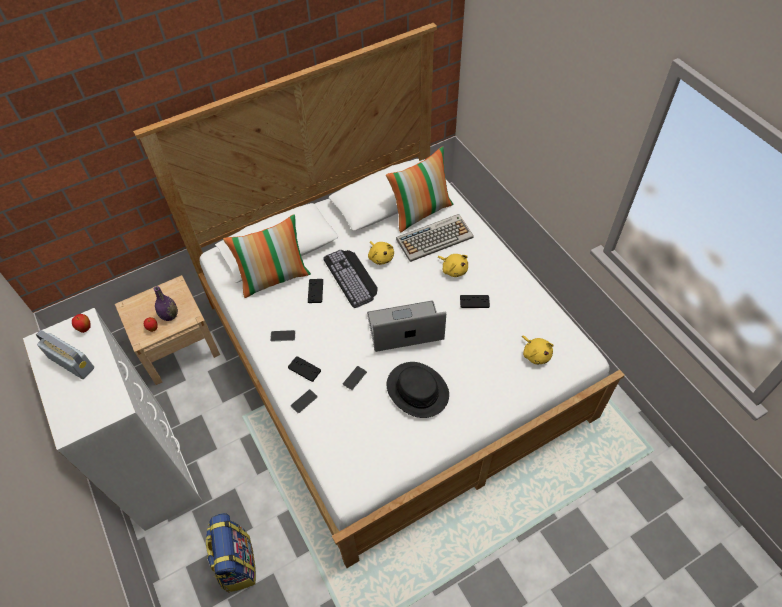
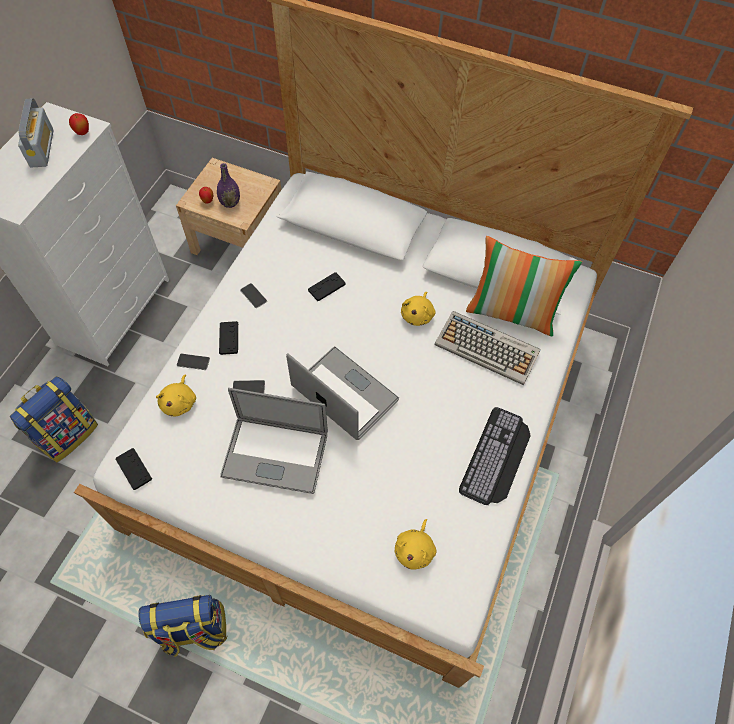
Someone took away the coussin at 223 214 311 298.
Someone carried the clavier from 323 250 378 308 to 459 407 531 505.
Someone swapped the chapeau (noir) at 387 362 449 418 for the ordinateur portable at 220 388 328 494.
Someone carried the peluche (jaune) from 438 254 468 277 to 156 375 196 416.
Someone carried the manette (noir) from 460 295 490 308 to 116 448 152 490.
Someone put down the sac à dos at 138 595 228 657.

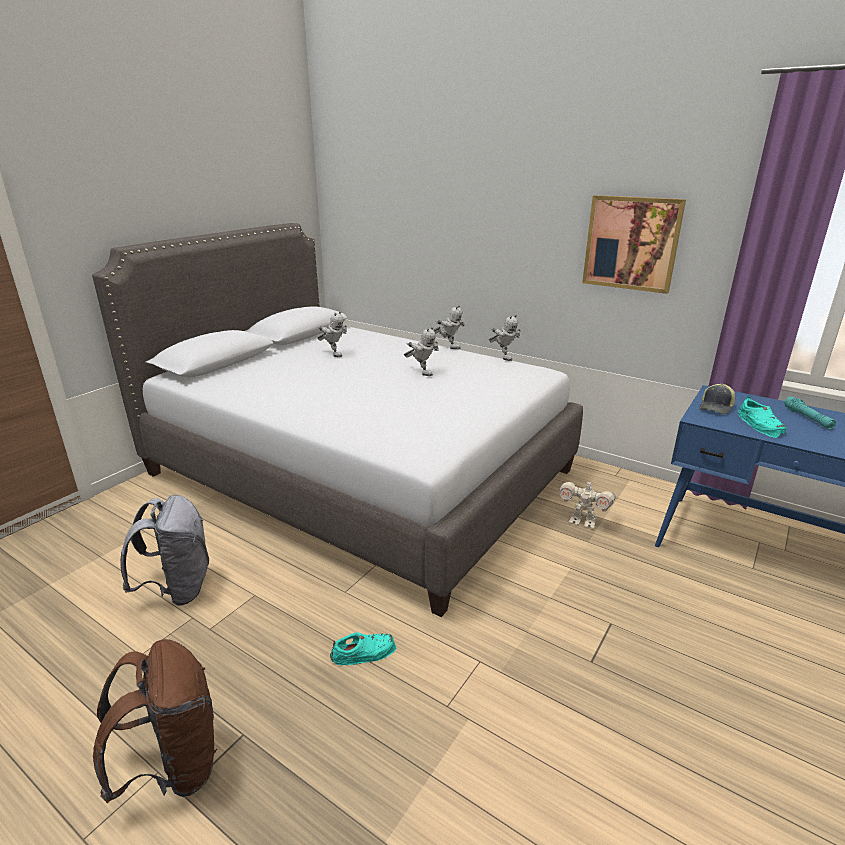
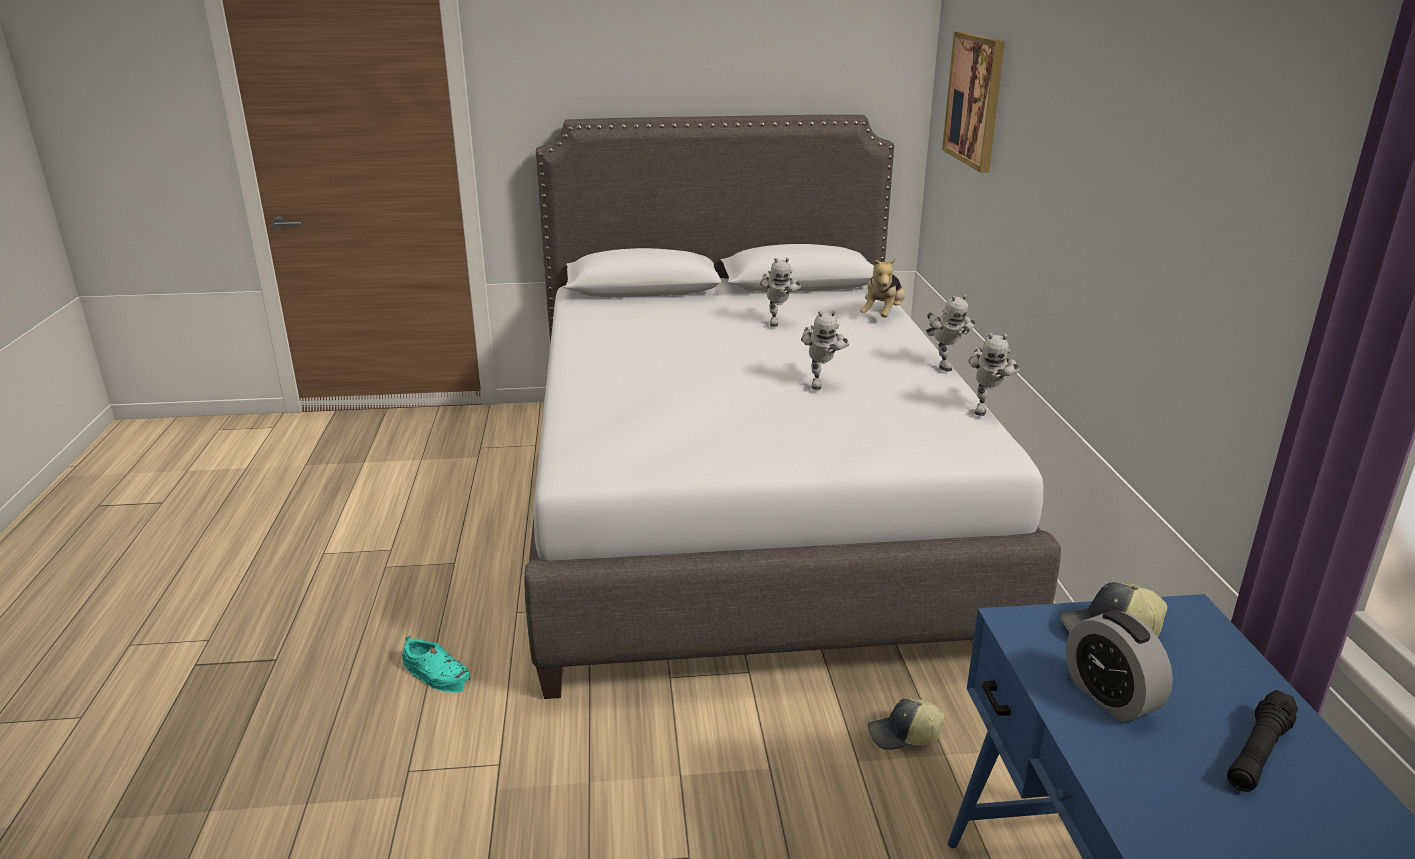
Someone took away the sac à dos (marron) at 93 639 217 803.
Someone took away the sac à dos (gris) at 120 495 209 606.
Someone swapped the robot jouet at 559 481 616 528 for the casquette at 868 698 945 750.
Someone carried the tableau from 582 195 686 294 to 942 31 1005 173.
Someone swapped the chaussure (turquoise) at 738 396 786 438 for the réveil at 1066 610 1173 722.
Someone repainted the lampe de poche (turquoise) at 784 397 836 429, which became the lampe de poche (noir) at 1227 690 1298 792.
Someone put down the peluche at 860 257 905 317.

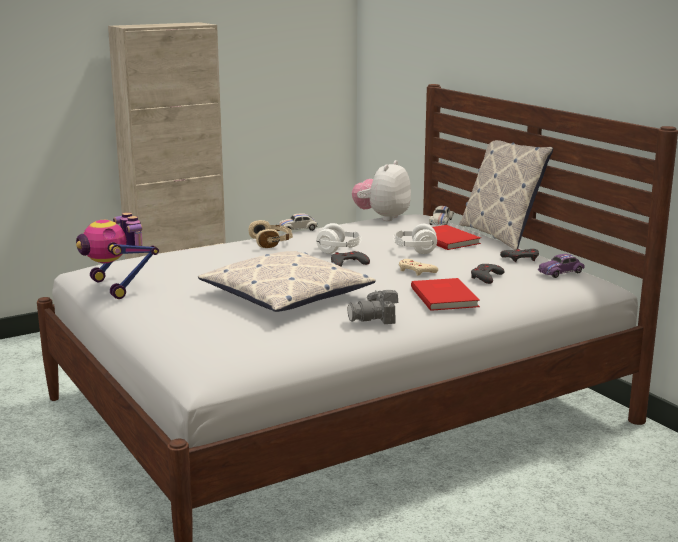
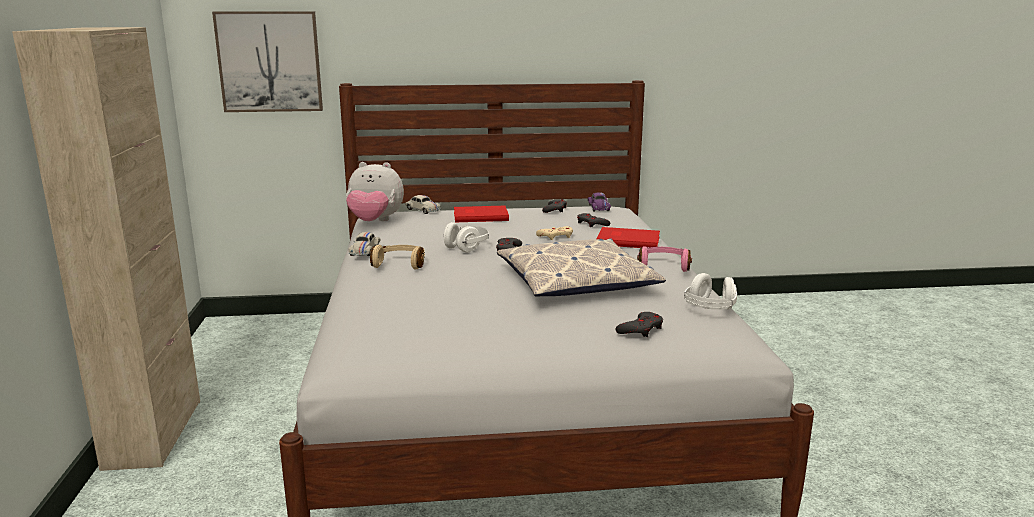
Someone took away the robot jouet at 76 212 159 299.
Someone swapped the appareil photo at 348 290 398 324 for the casque audio (rose) at 637 246 692 272.
Someone rotated the peluche at 352 160 411 221 by 45 degrees counterclockwise.
Someone carried the casque audio (blanc) from 393 224 437 254 to 684 273 737 310.
Someone took away the coussin at 459 140 553 250.
Someone put up the tableau at 212 11 323 112.
Someone put down the manette (gris) at 615 312 663 337.

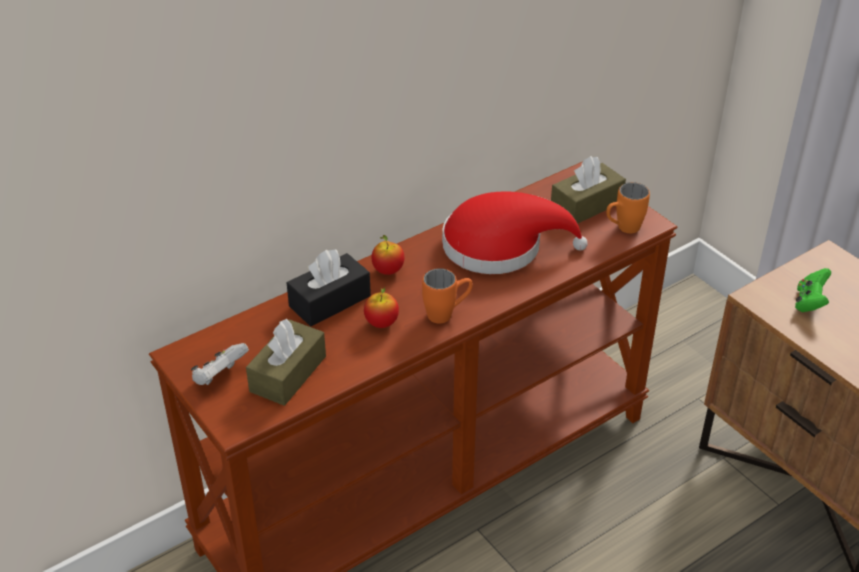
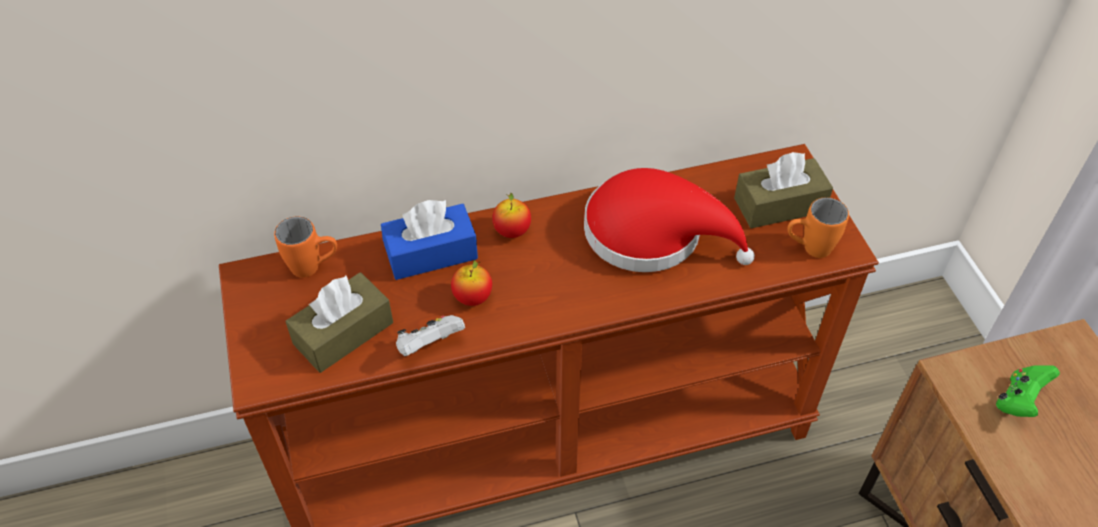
Someone carried the manette (blanc) from 191 343 249 385 to 396 315 465 356.
Someone repainted the boîte à mouchoirs (noir) at 287 250 371 326, which became the boîte à mouchoirs (bleu) at 381 200 478 280.
Someone carried the mug (orange) from 422 268 473 324 to 274 217 337 278.

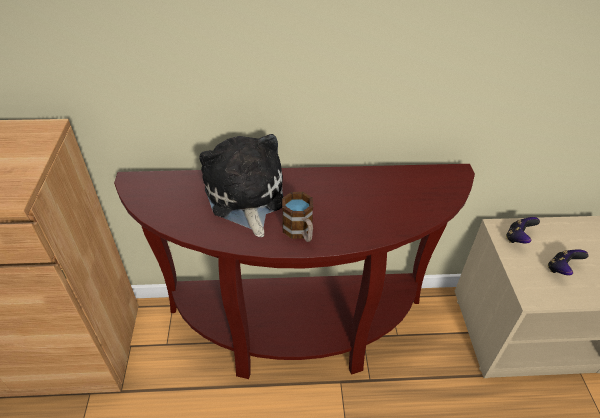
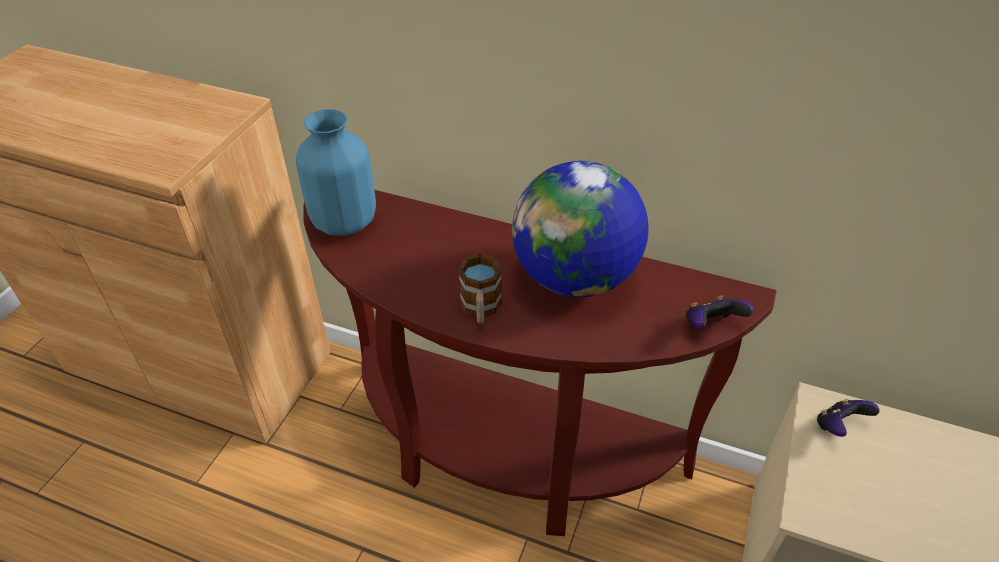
Someone took away the peluche at 199 134 283 237.
Someone carried the manette from 548 249 589 275 to 686 295 754 328.
Someone put down the vase (bleu) at 296 109 376 236.
Someone put down the globe at 512 161 649 297.

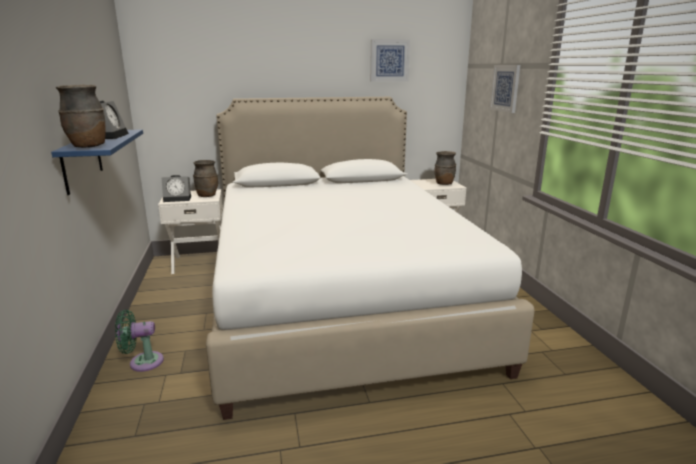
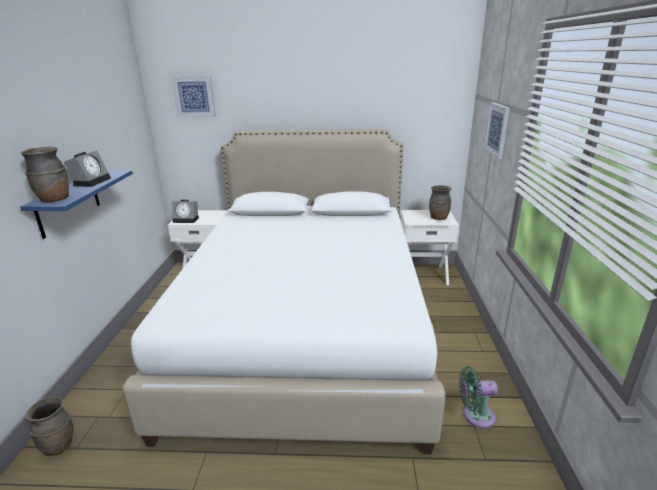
Someone carried the ventilateur (vert) from 115 310 164 372 to 459 366 498 428.
Someone carried the vase (marron) from 193 160 218 197 to 25 397 74 456.
Someone carried the tableau from 370 39 410 82 to 171 75 216 117.

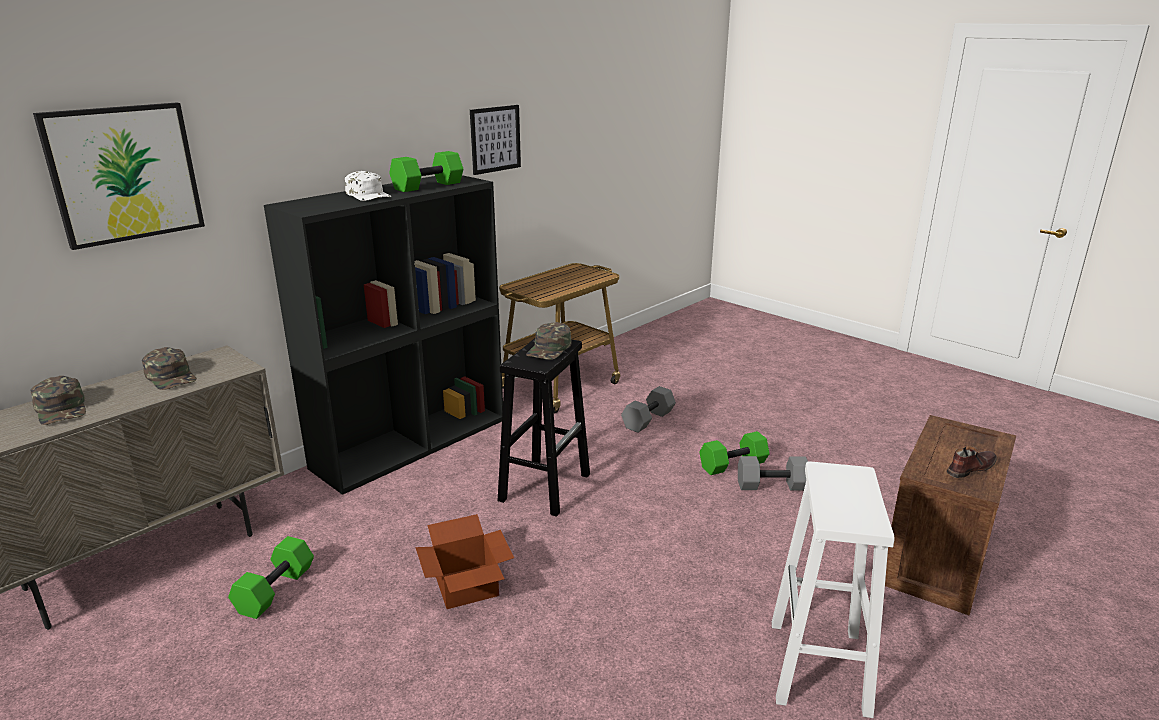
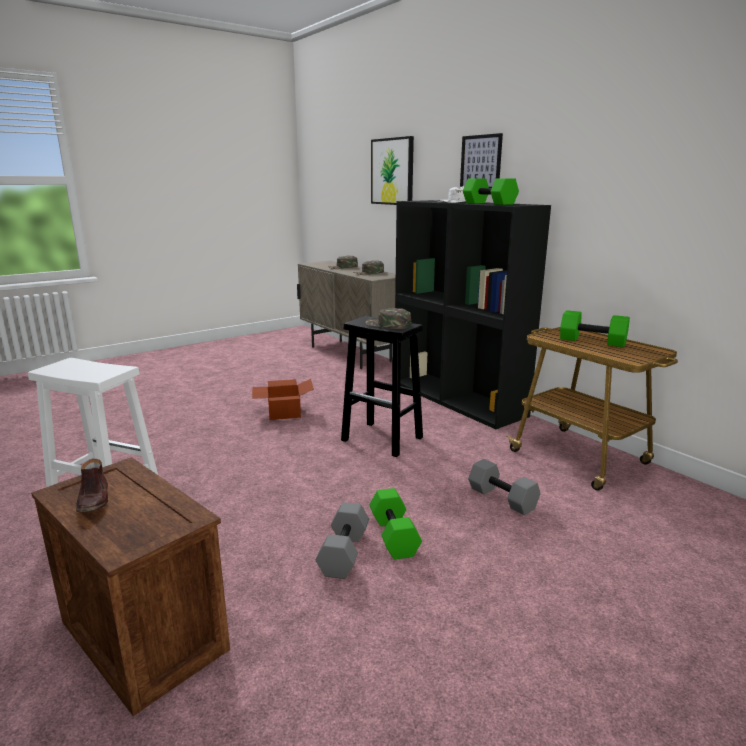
Someone carried the haltère (vert) from 228 536 314 619 to 560 310 630 347.
Someone carried the tableau from 470 105 521 175 to 460 133 503 188.

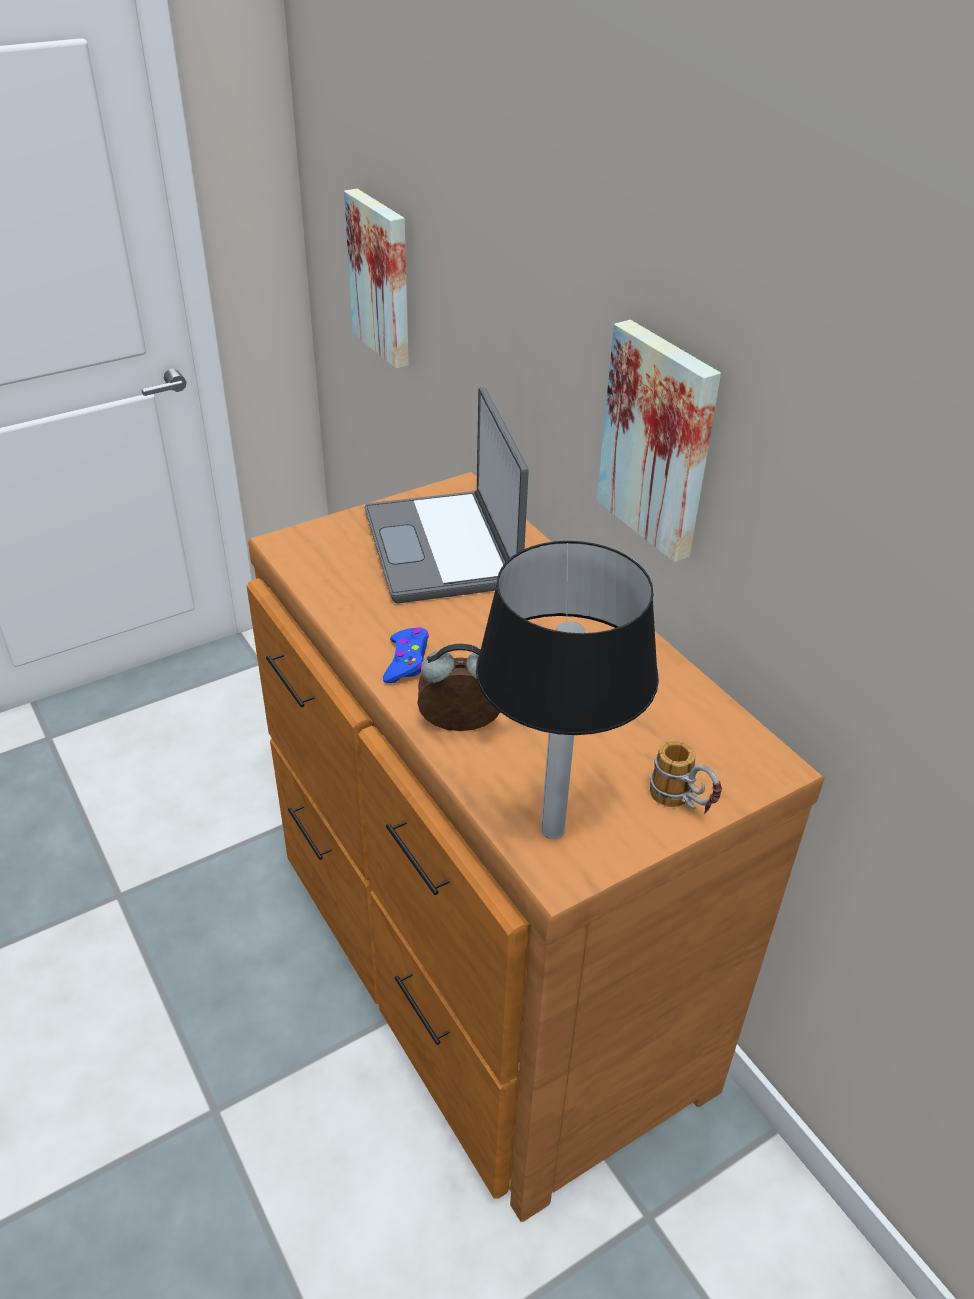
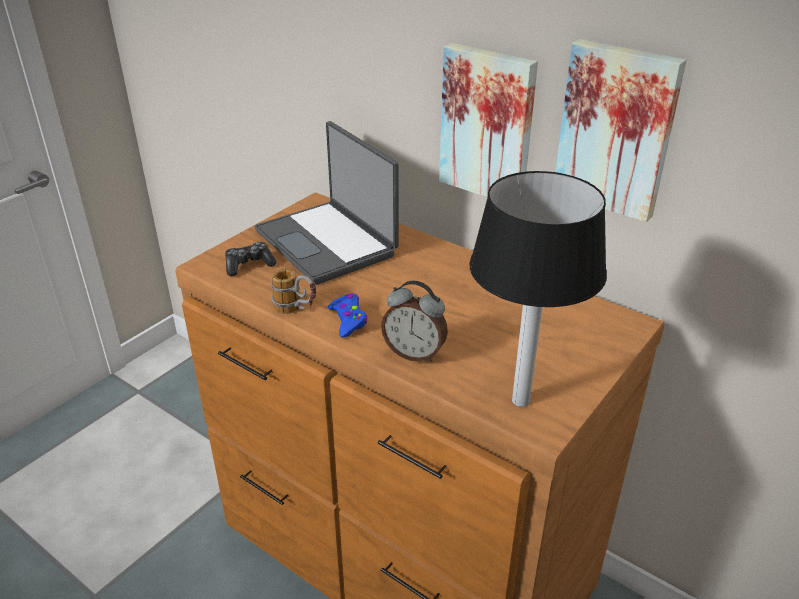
Someone carried the tableau from 344 189 409 369 to 555 39 687 222.
Someone rotated the réveil at 417 643 501 731 by 135 degrees counterclockwise.
Someone carried the mug from 650 740 722 814 to 271 269 316 314.
Someone put down the manette at 225 242 276 276.

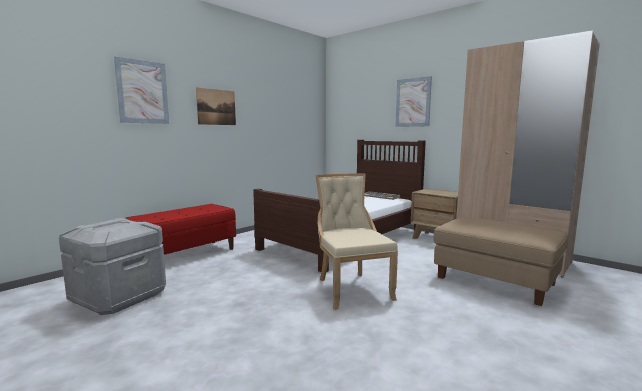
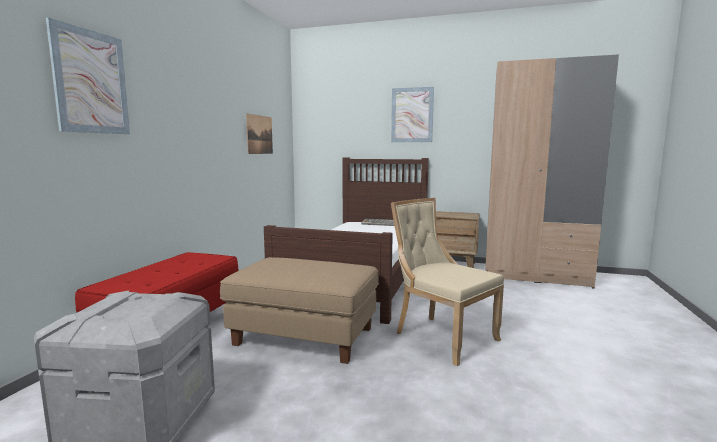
Someone carried the tableau from 196 88 236 125 to 246 114 273 154.
Someone carried the pouf (beige) from 433 217 568 306 to 220 257 379 364.

